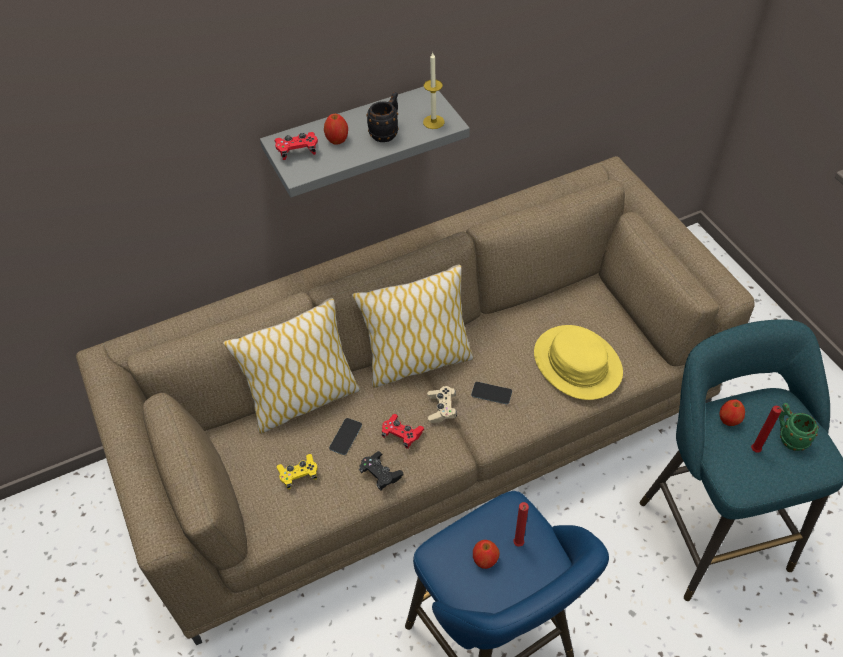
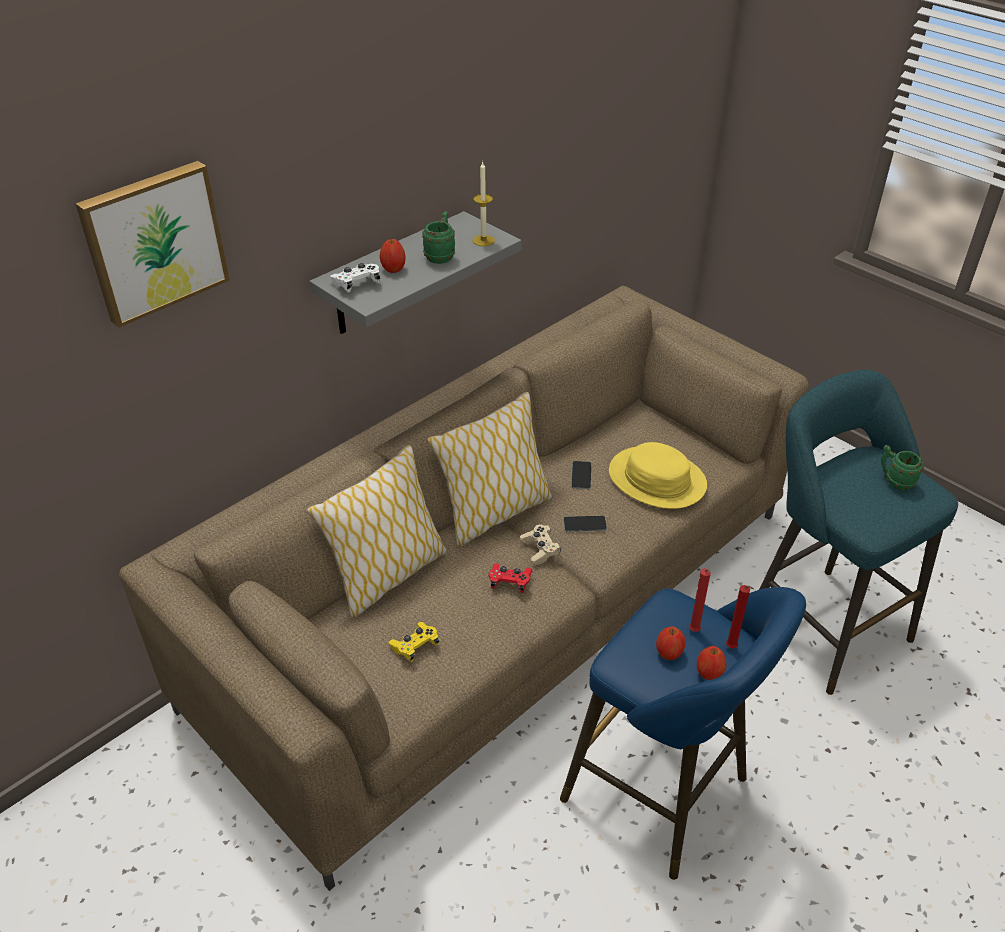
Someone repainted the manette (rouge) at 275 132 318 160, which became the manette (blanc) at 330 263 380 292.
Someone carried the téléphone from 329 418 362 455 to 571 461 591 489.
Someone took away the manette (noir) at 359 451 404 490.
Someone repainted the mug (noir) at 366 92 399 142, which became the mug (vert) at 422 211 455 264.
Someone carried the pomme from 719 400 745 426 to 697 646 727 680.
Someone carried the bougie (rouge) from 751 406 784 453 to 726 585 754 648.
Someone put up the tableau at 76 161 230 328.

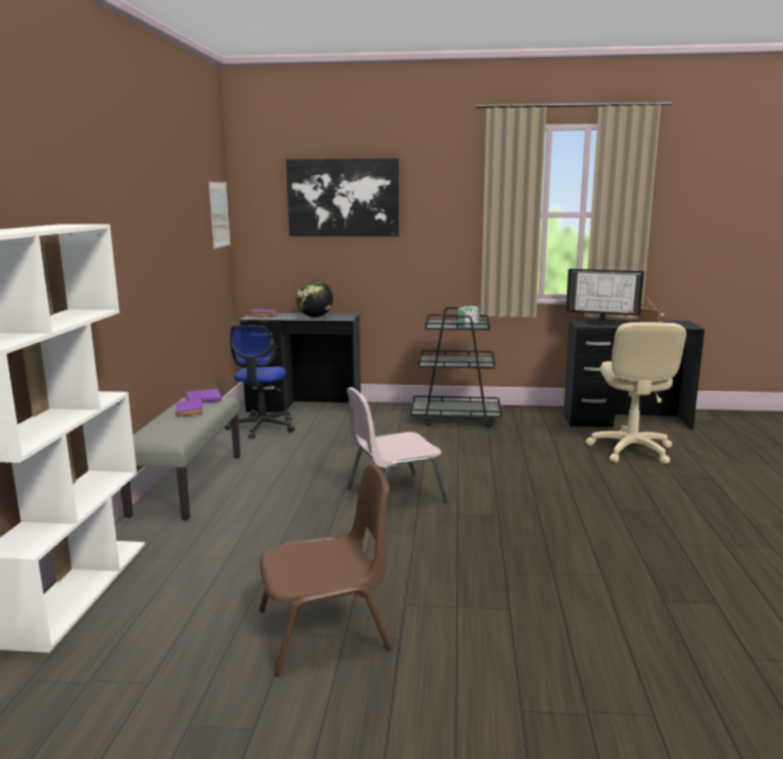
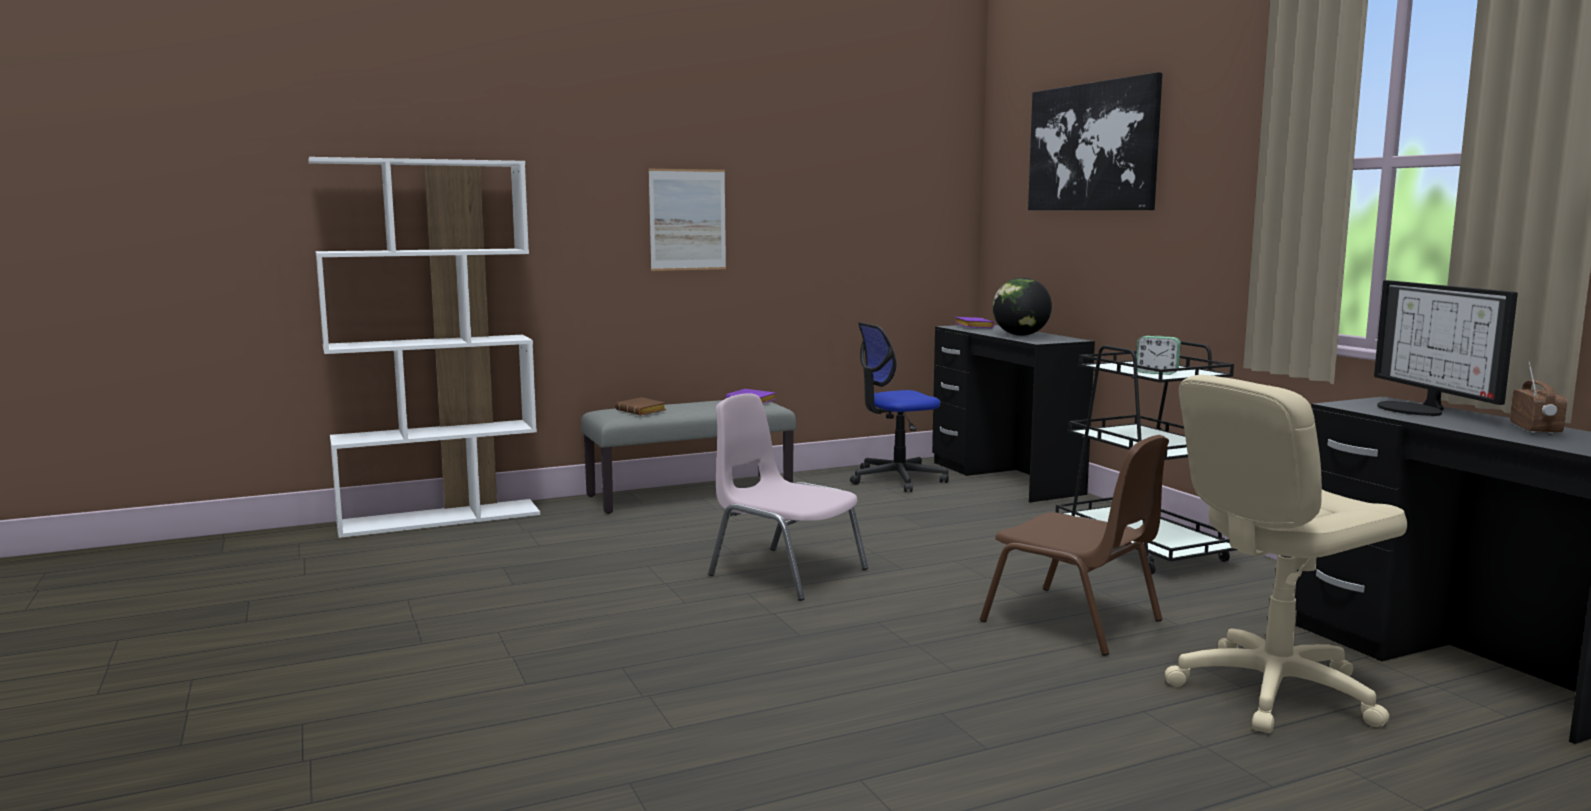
Someone took away the livre (violet) at 176 399 203 417.
Someone carried the tableau from 208 181 231 249 to 649 169 726 271.
Someone carried the chaise (marron) from 259 463 392 676 to 980 435 1169 656.
Someone put down the livre (marron) at 615 397 666 415.

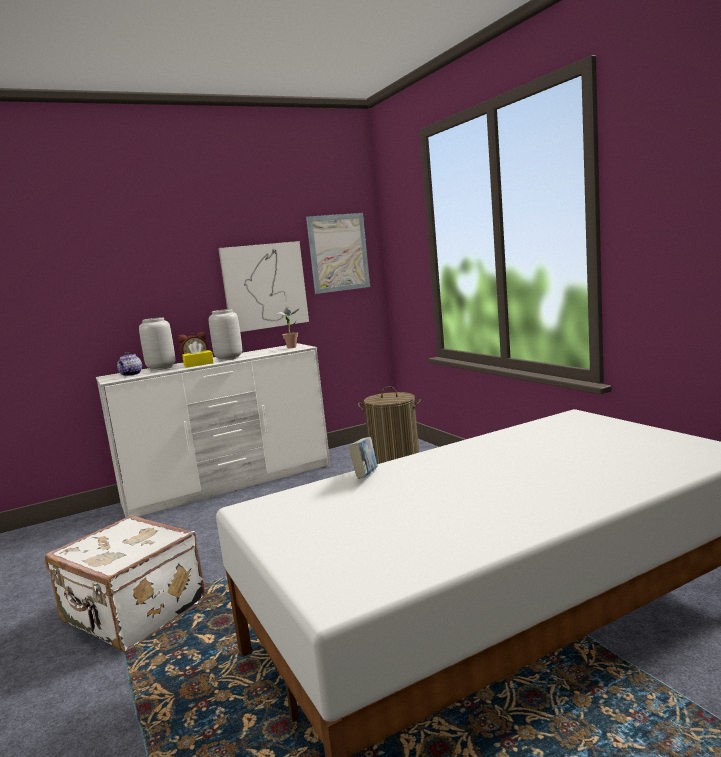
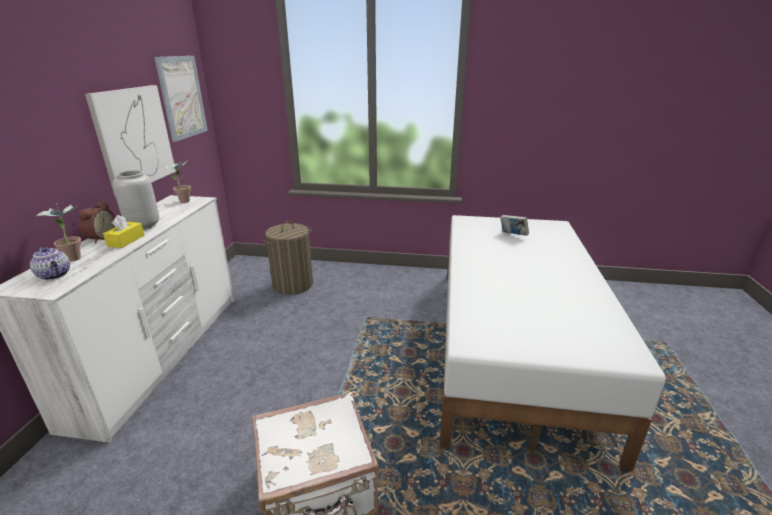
Someone swapped the vase (gris) at 139 317 175 370 for the plante en pot at 36 203 81 262.
Someone carried the livre from 349 437 378 479 to 500 215 529 236.

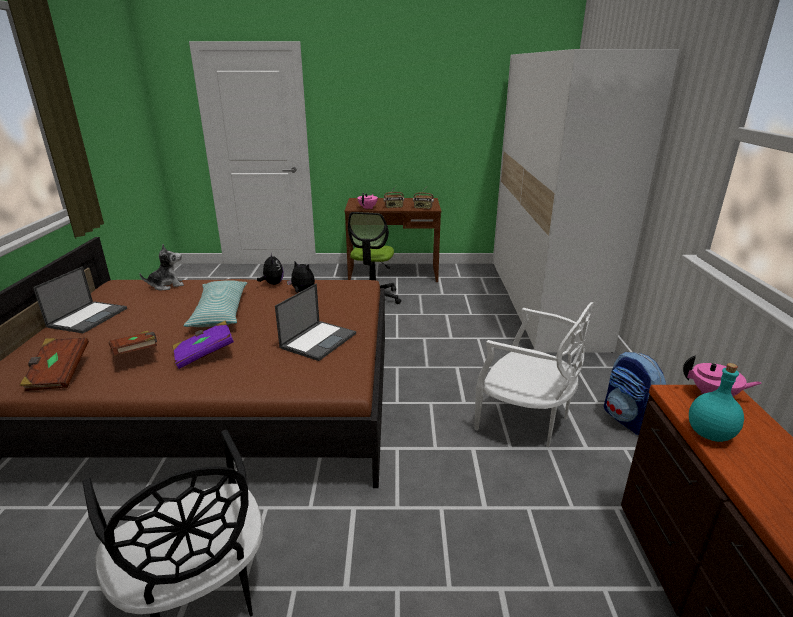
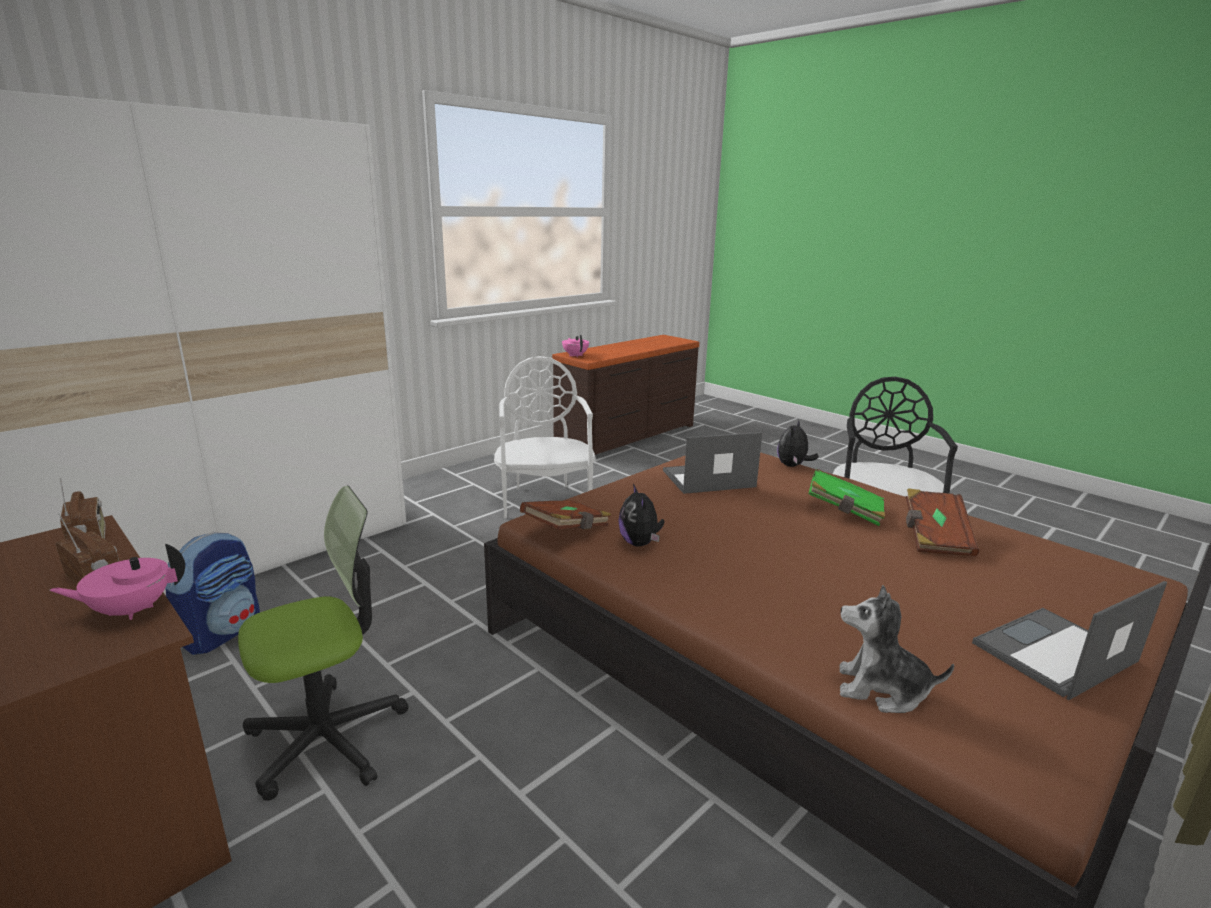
Someone carried the livre (marron) from 20 337 89 391 to 520 501 611 530.
Someone repainted the livre (violet) at 173 321 234 369, which became the livre (vert) at 809 469 885 526.
Someone took away the coussin at 184 280 247 327.
Someone carried the peluche from 257 252 284 285 to 777 420 819 467.
Someone carried the sac à dos from 604 352 666 435 to 165 532 260 655.
Someone took away the bouteille (turquoise) at 689 363 744 442.

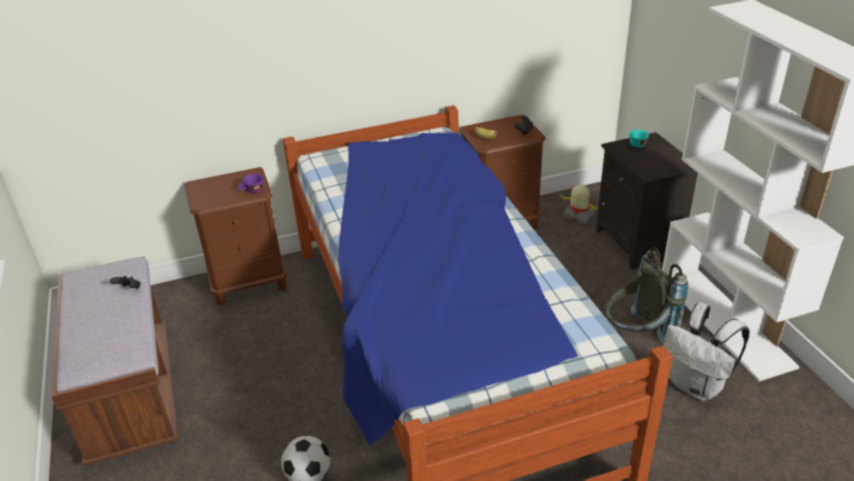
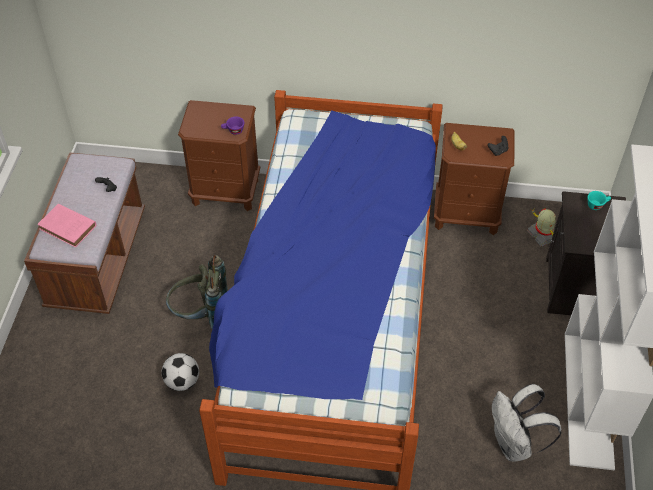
Someone carried the sac à dos (gris) from 606 247 688 342 to 166 255 228 329.
Someone put down the livre (rose) at 37 204 96 248.

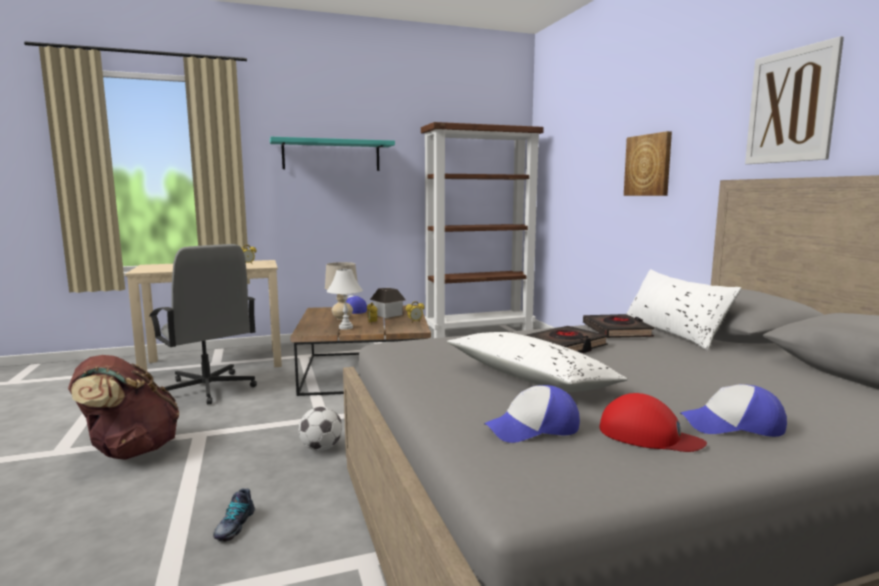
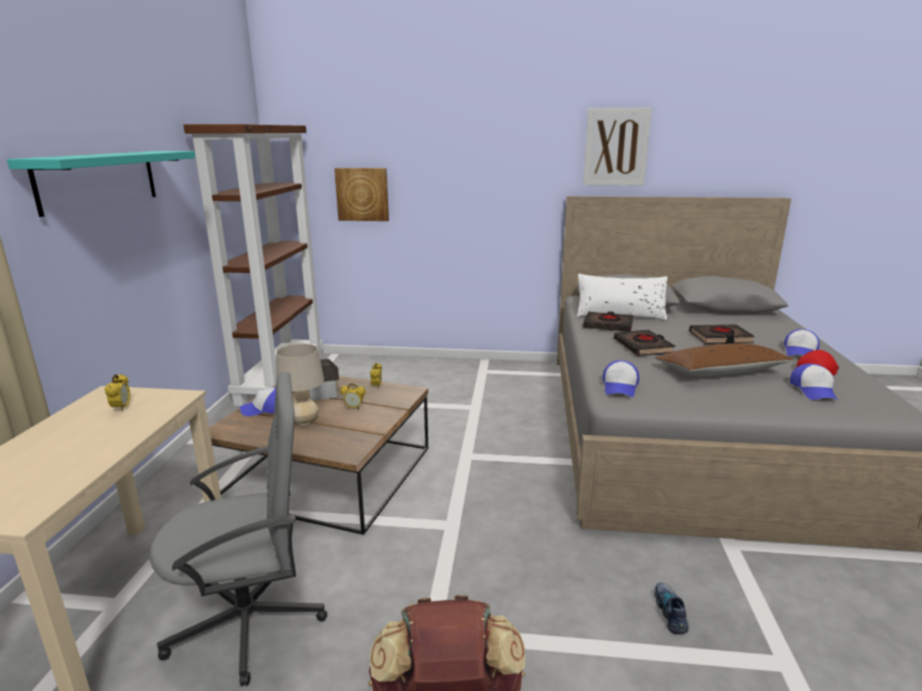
Someone rotated the chaussure at 213 488 255 542 by 120 degrees counterclockwise.
Someone took away the ballon de foot at 298 407 342 451.
Someone took away the lampe de table (blanc) at 327 269 363 330.
Someone repainted the coussin (blanc) at 447 332 628 392, which became the coussin (marron) at 655 343 794 376.
Someone carried the tableau from 624 131 672 196 to 334 168 389 221.
Someone put down the casquette at 603 360 639 397.
Someone put down the livre (noir) at 689 324 755 344.

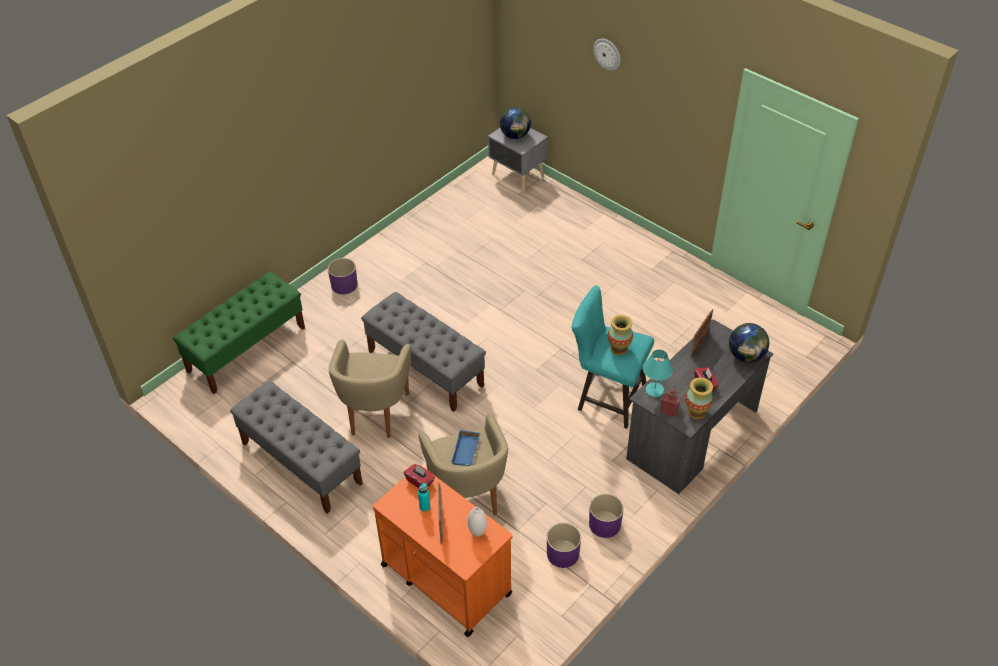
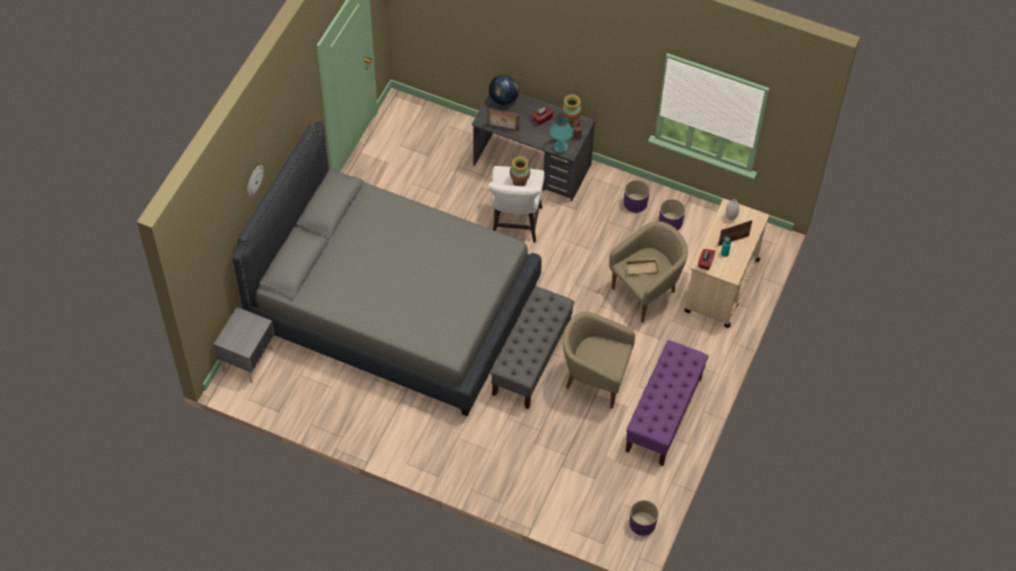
Someone took away the banc (vert) at 173 272 305 394.
Someone repainted the banc (gris) at 230 381 363 514, which became the banc (violet) at 625 340 708 466.
Someone carried the cache-pot (violet) from 328 258 358 294 to 629 500 659 536.
Someone rotated the fauteuil (beige) at 329 339 411 438 by 150 degrees counterclockwise.
Someone repainted the chariot (orange) at 372 465 513 637, which became the chariot (beige) at 684 199 769 328.
Someone repainted the plateau (bleu) at 451 430 480 466, which became the plateau (beige) at 626 258 660 275.
Someone took away the globe at 500 107 531 139.
Someone repainted the tabouret (turquoise) at 572 285 654 429, which became the tabouret (blanc) at 488 166 545 242.
Someone put down the lit (gris) at 232 121 542 416.

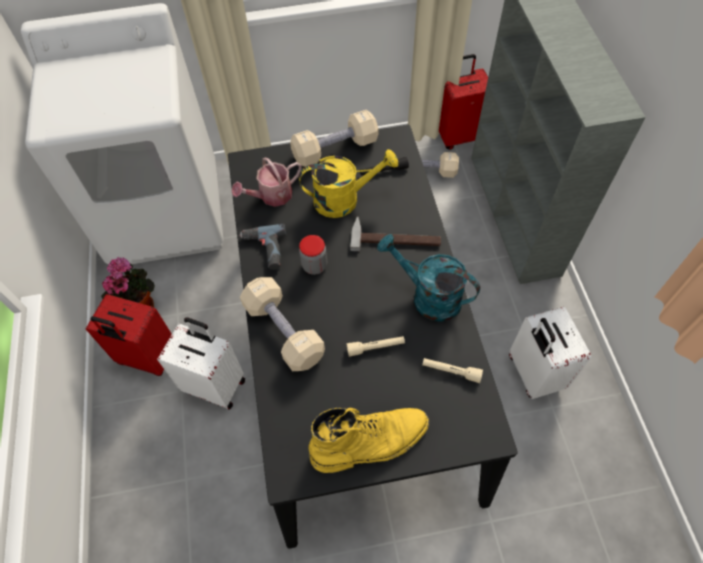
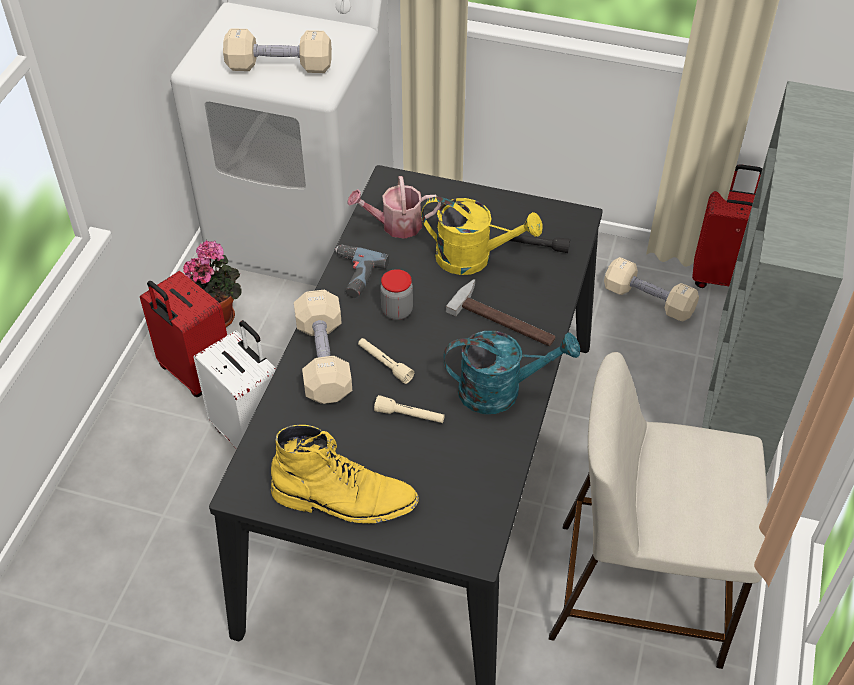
Someone carried the haltère (beige) from 290 110 378 167 to 223 28 332 73.
Someone rotated the arrosoir (turquoise) at 377 234 480 322 by 120 degrees clockwise.
Someone carried the lampe de poche (beige) from 422 358 483 383 to 358 338 414 384.
Someone swapped the valise (blanc) at 509 307 591 399 for the tabouret (beige) at 549 352 767 669.

